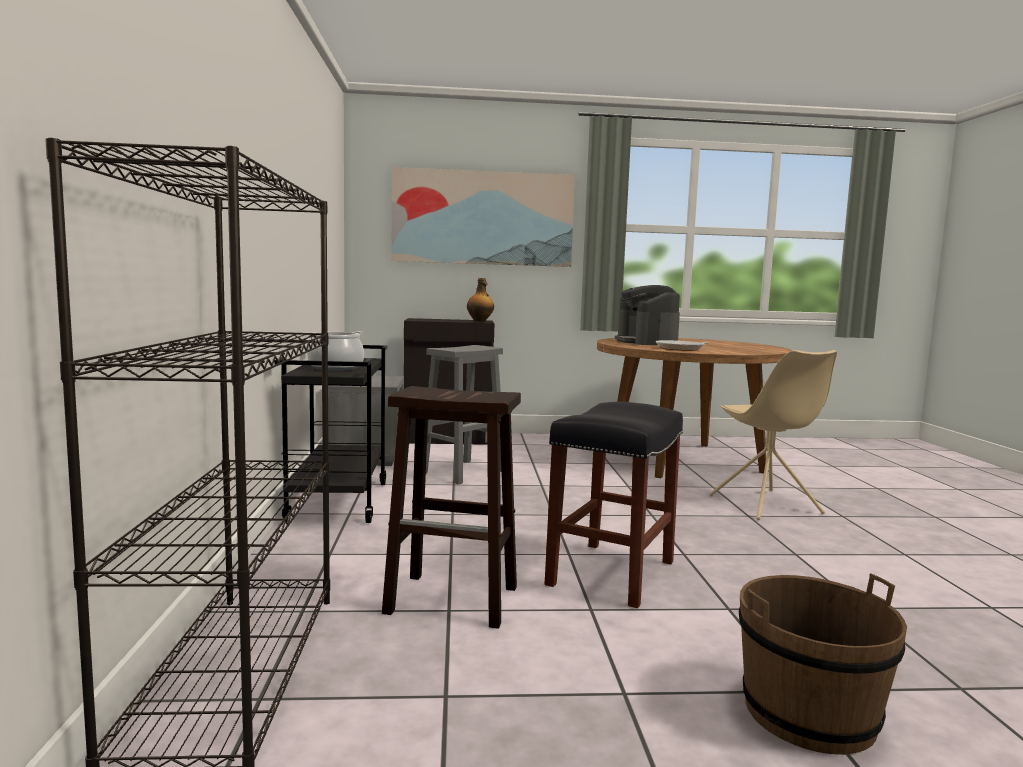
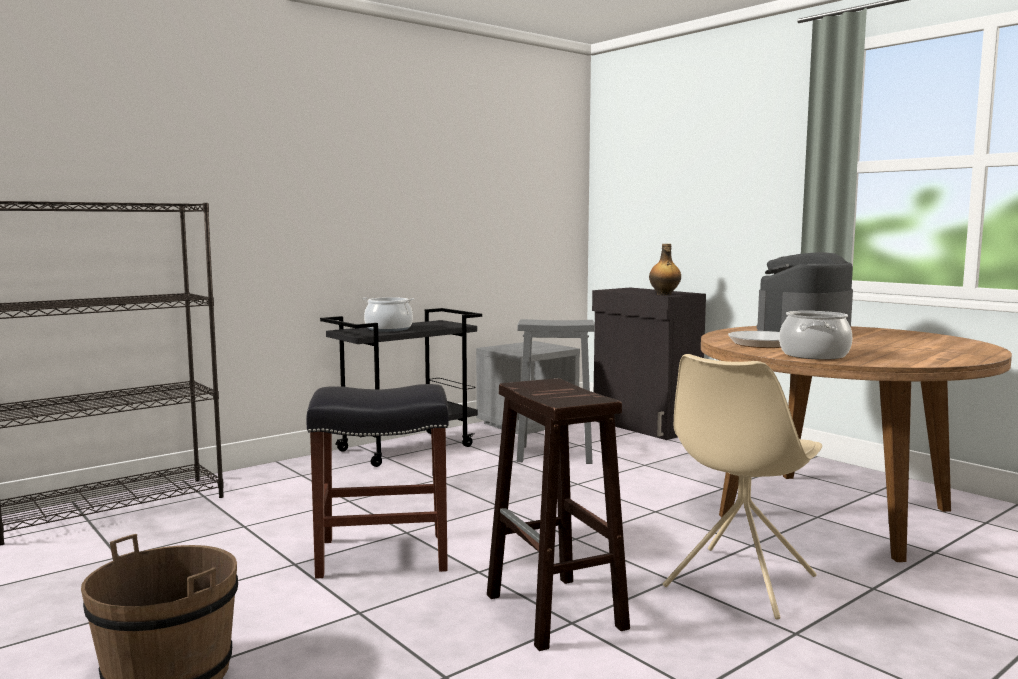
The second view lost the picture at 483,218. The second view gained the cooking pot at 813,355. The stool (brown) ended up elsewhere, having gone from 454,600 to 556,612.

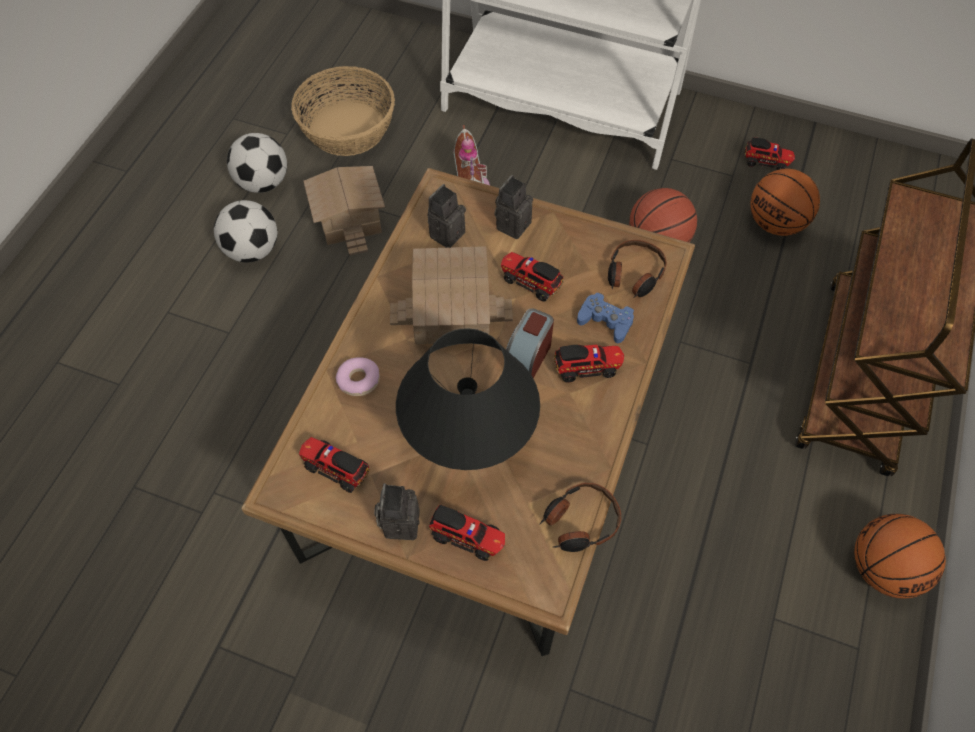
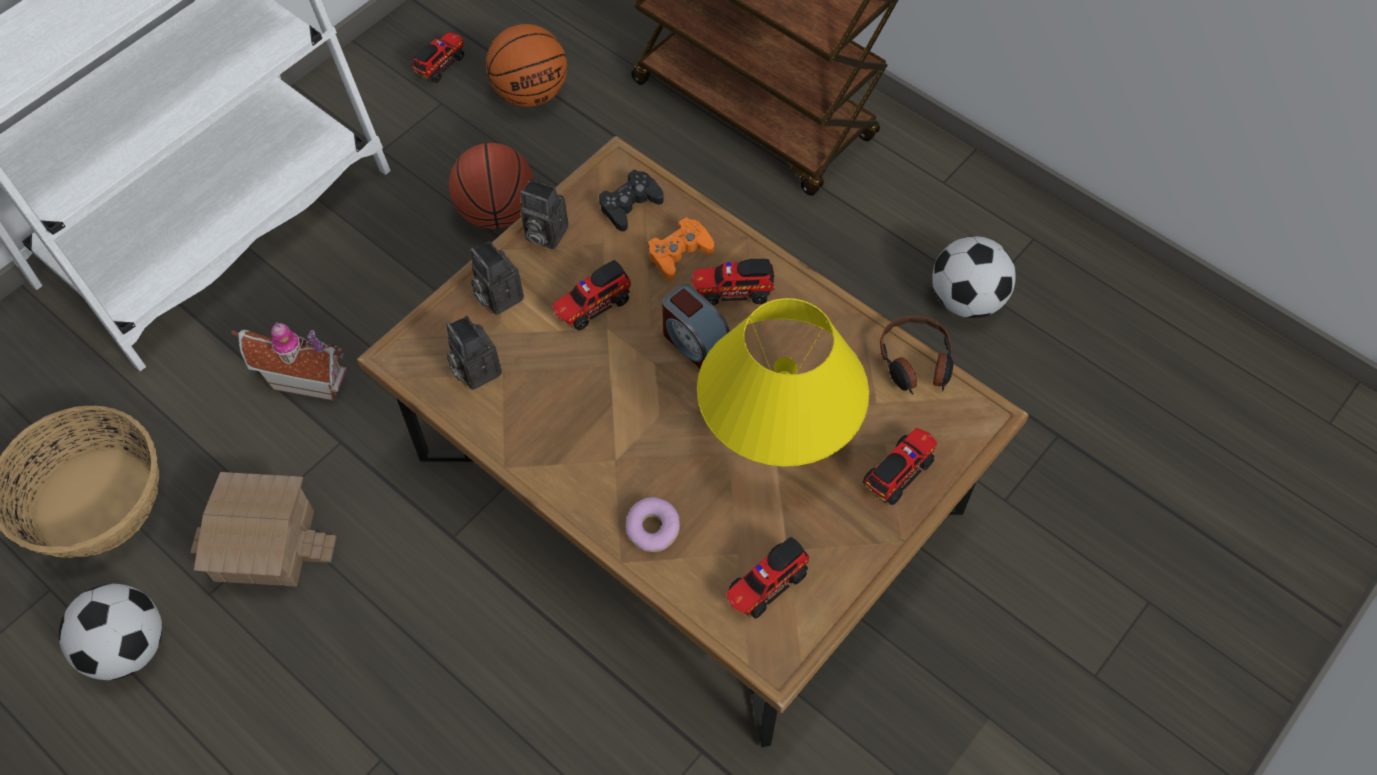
The second view lost the toy house at 451,311. The second view lost the basketball at 883,568. The football ended up elsewhere, having gone from 252,250 to 966,300. The photo camera ended up elsewhere, having gone from 399,522 to 543,234. Where the headphones stood at 634,275, the game controller (black) came to stand at 630,205. What was the table lamp (black) at 469,438 turned into the table lamp (yellow) at 777,434. What was the game controller (blue) at 605,321 turned into the game controller (orange) at 679,253. The toy truck at 587,367 ended up facing another way, 105 degrees counterclockwise from before.

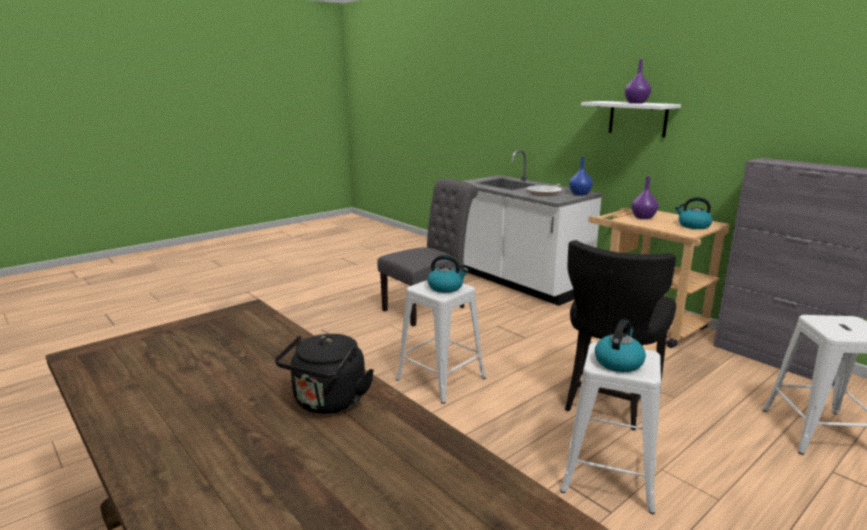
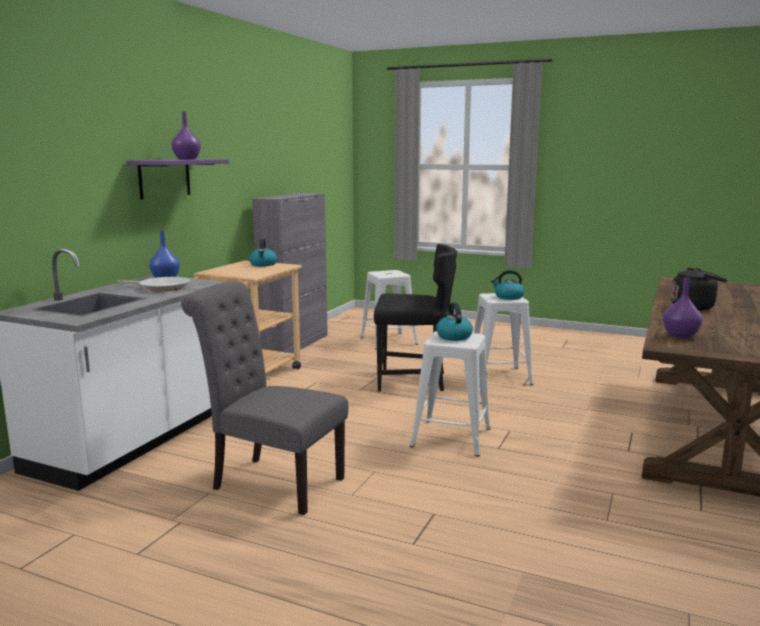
The vase (purple) ended up elsewhere, having gone from 643,217 to 680,335. What was the shelf (white) at 637,118 turned into the shelf (purple) at 164,178.

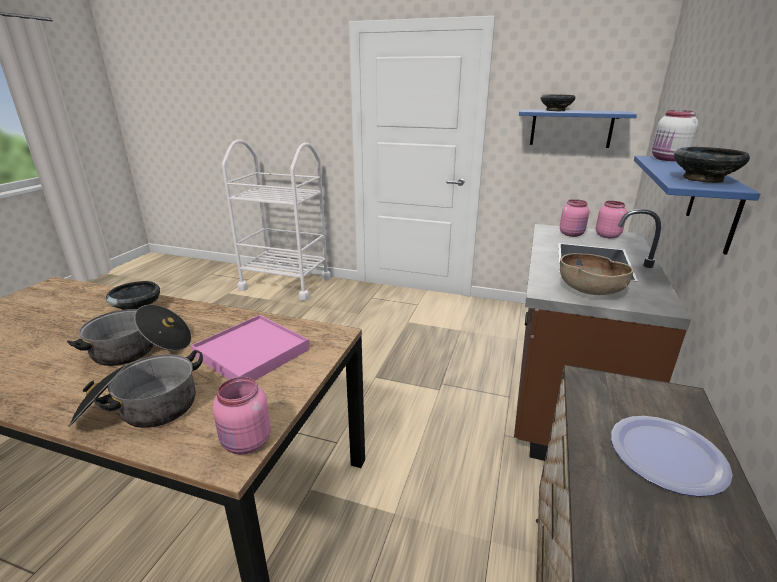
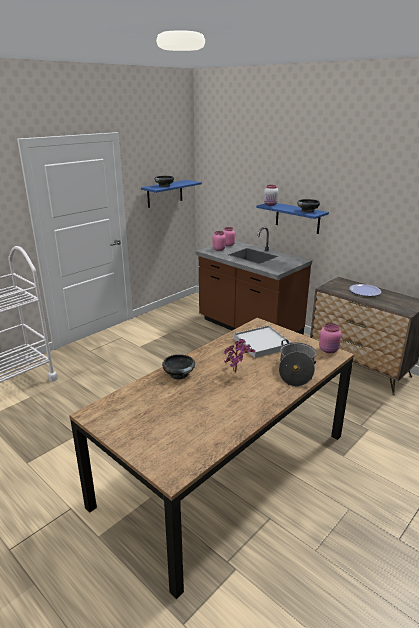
The second view lost the bowl (brown) at 589,291. Where the cooking pot stood at 140,350, the potted plant came to stand at 237,372. What was the tray (pink) at 252,352 turned into the tray (white) at 262,343.

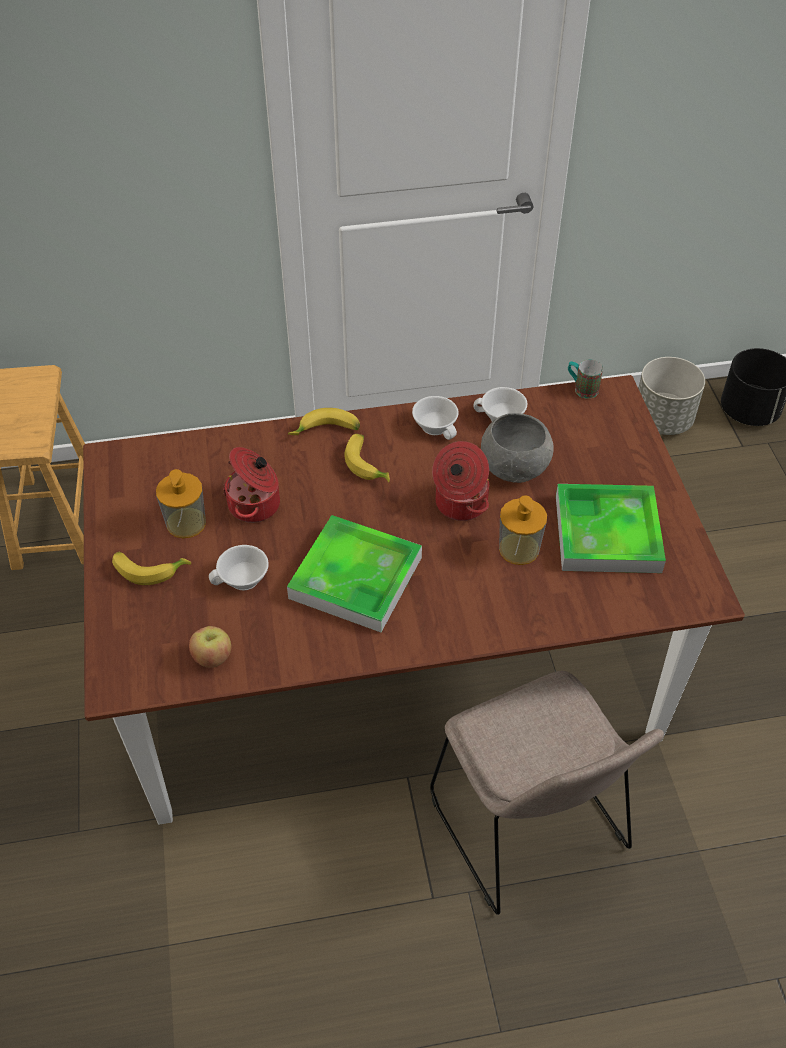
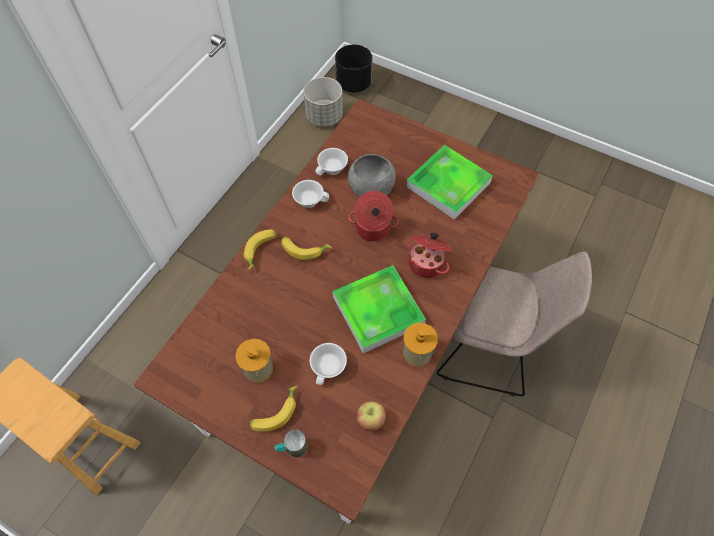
The cooking pot ended up elsewhere, having gone from 256,505 to 427,263. The soap dispenser ended up elsewhere, having gone from 519,549 to 417,353. The mug ended up elsewhere, having gone from 581,388 to 292,448.

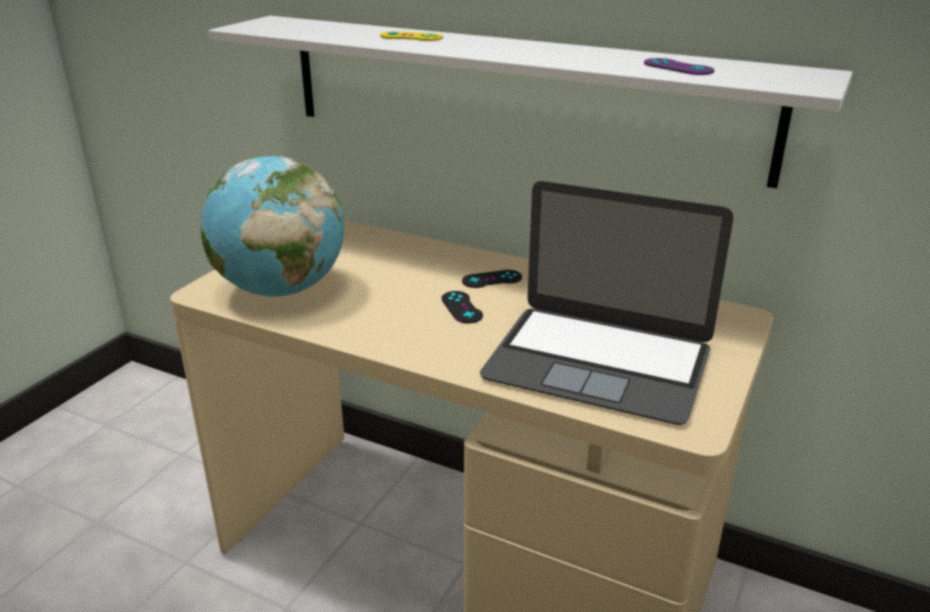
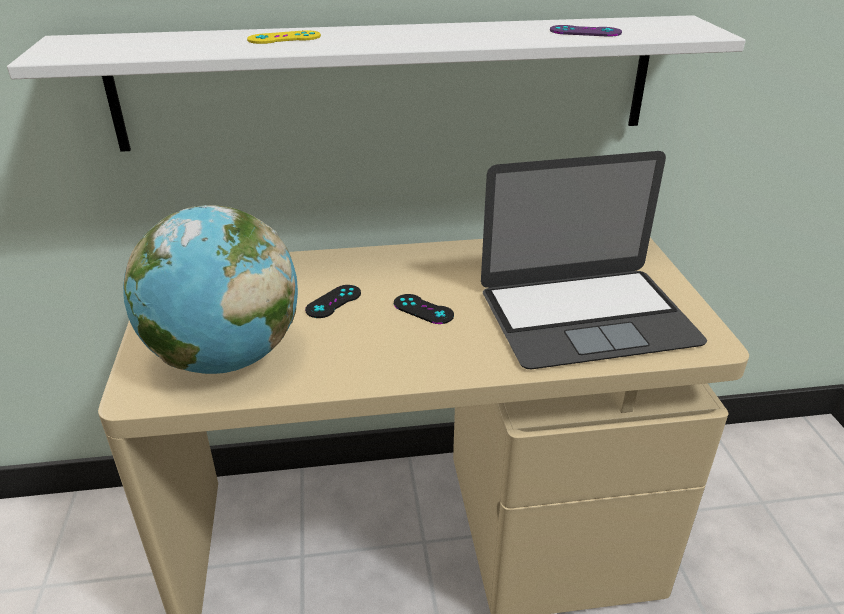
The game controller (black) ended up elsewhere, having gone from 492,279 to 333,301.

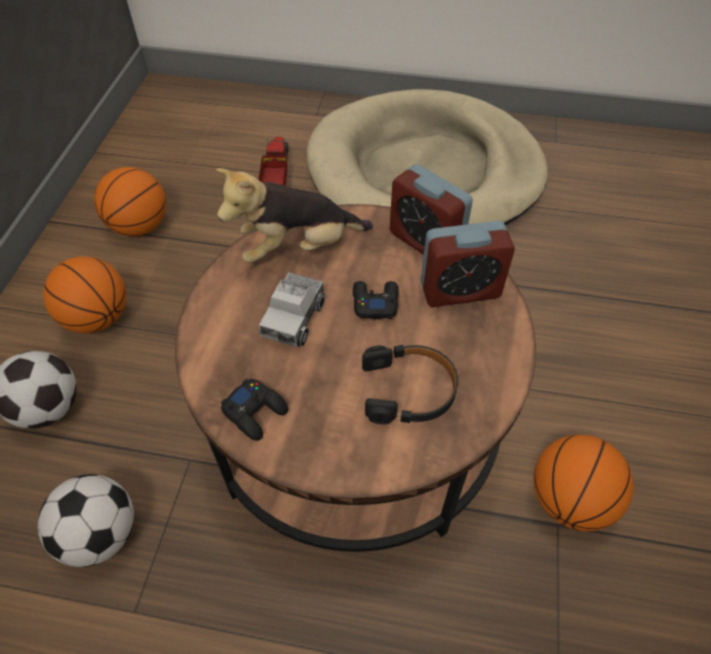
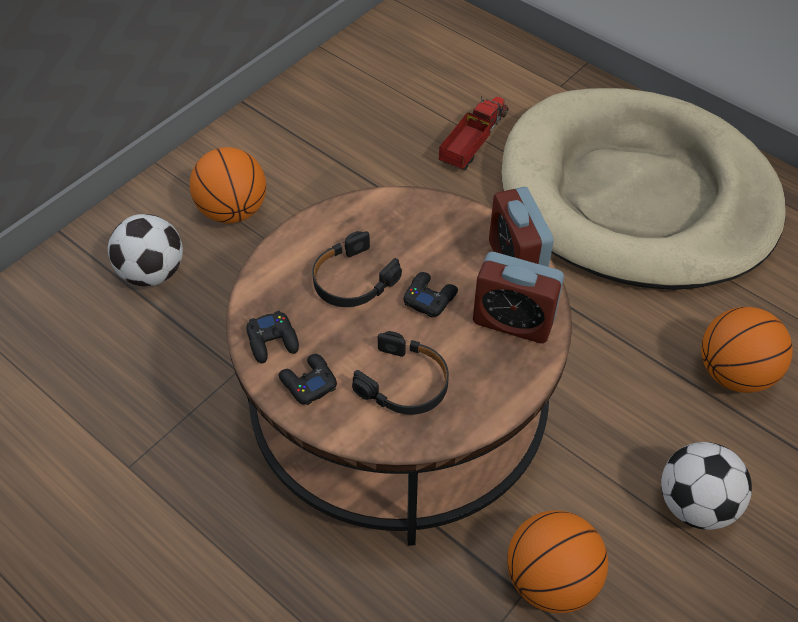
The second view lost the plush toy at 298,248. The second view gained the game controller (black) at 308,382. The football ended up elsewhere, having gone from 101,534 to 695,504. The basketball ended up elsewhere, having gone from 140,226 to 734,373. Where the toy truck stood at 294,318, the headphones (black) came to stand at 352,280.

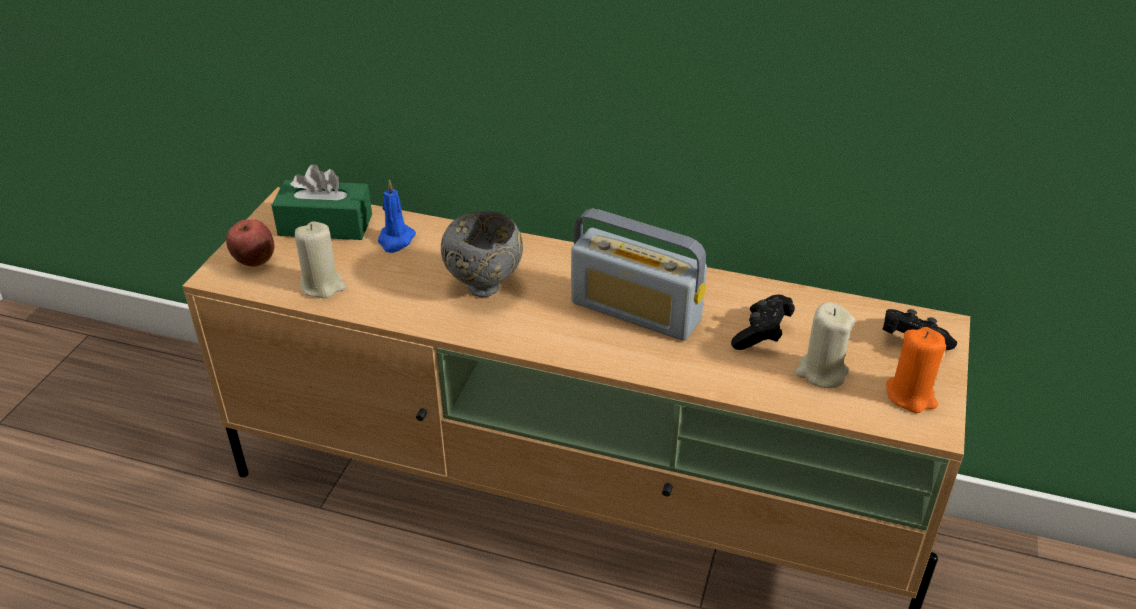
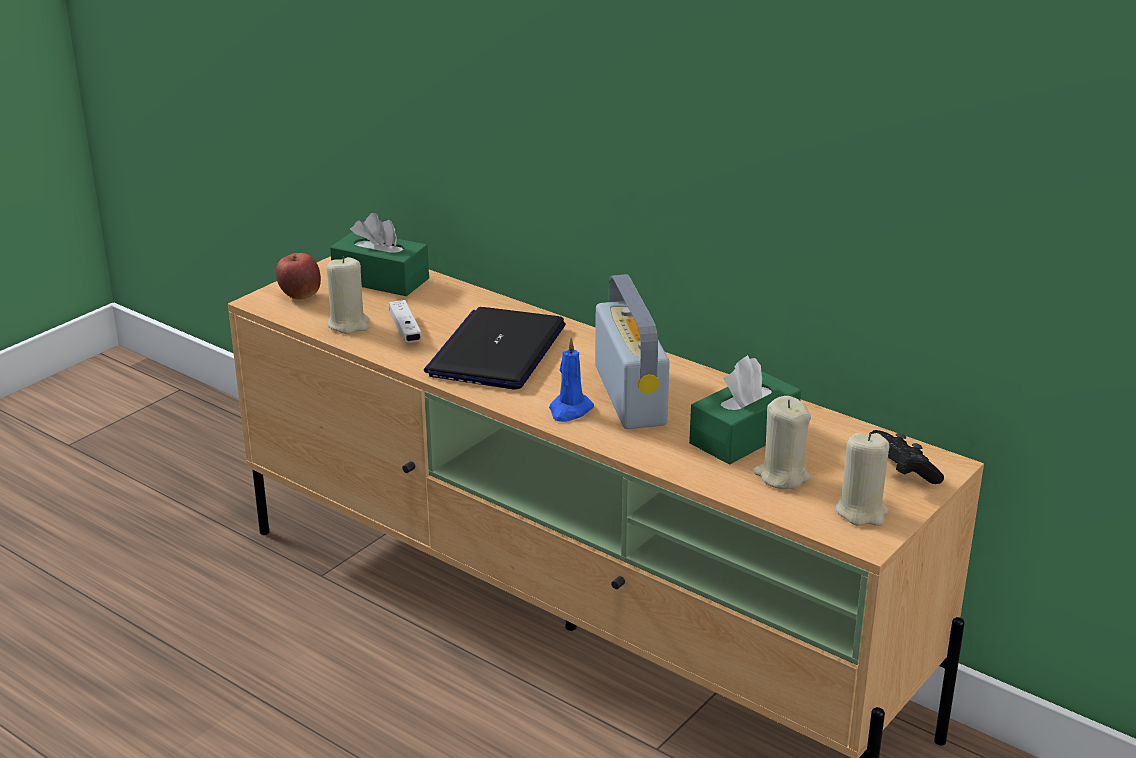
The second view gained the game controller (white) at 405,330. The candle (blue) ended up elsewhere, having gone from 396,240 to 569,410. Where the bowl (grey) stood at 485,286, the laptop came to stand at 497,351. Where the game controller (black) stood at 762,334, the tissue box (green) came to stand at 744,436. What was the candle (orange) at 911,395 turned into the candle (beige) at 861,511. The radio at 635,311 ended up facing another way, 150 degrees counterclockwise from before.

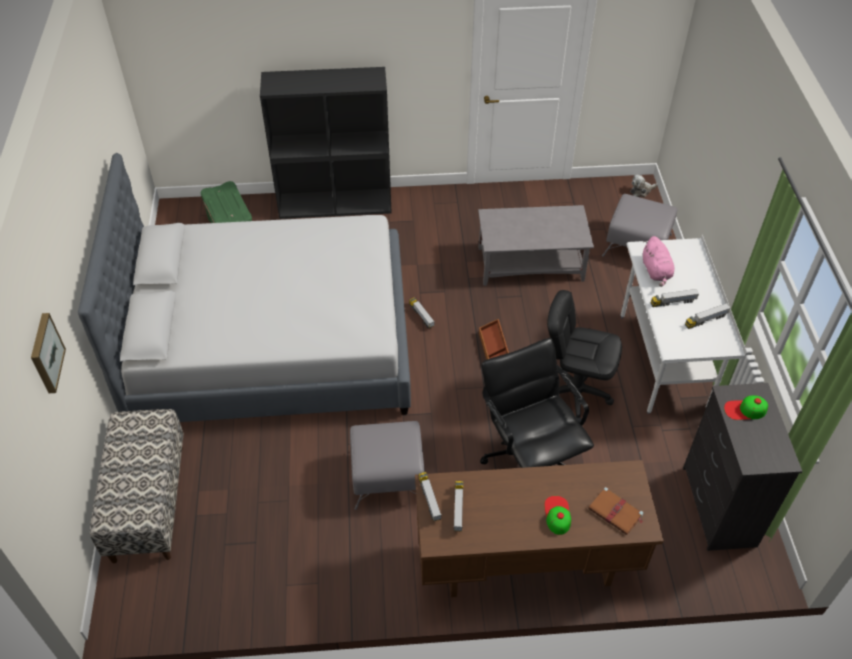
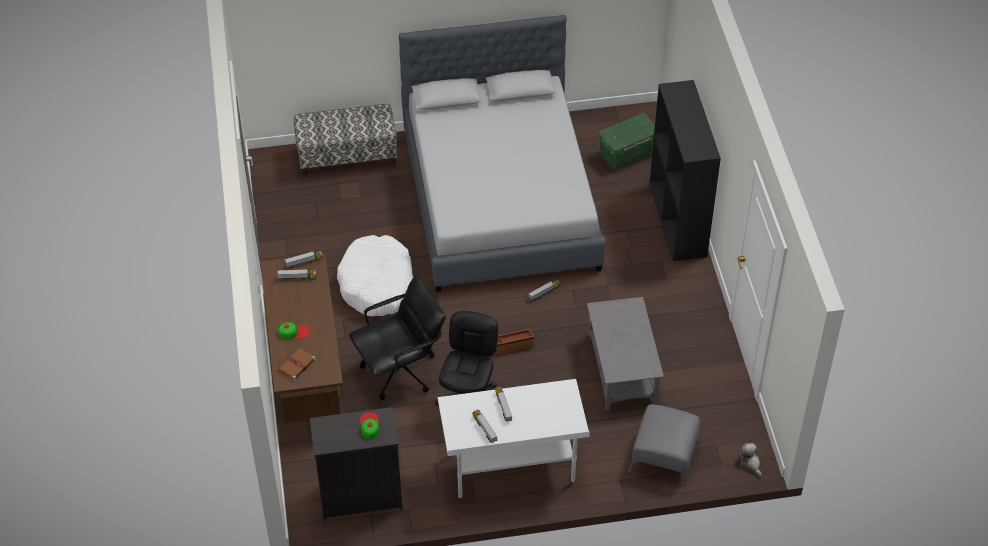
The second view lost the picture at 45,353. The second view lost the plush toy (pink) at 656,271. Where the ottoman (grey) stood at 387,475, the dog bed (white) came to stand at 377,284.

